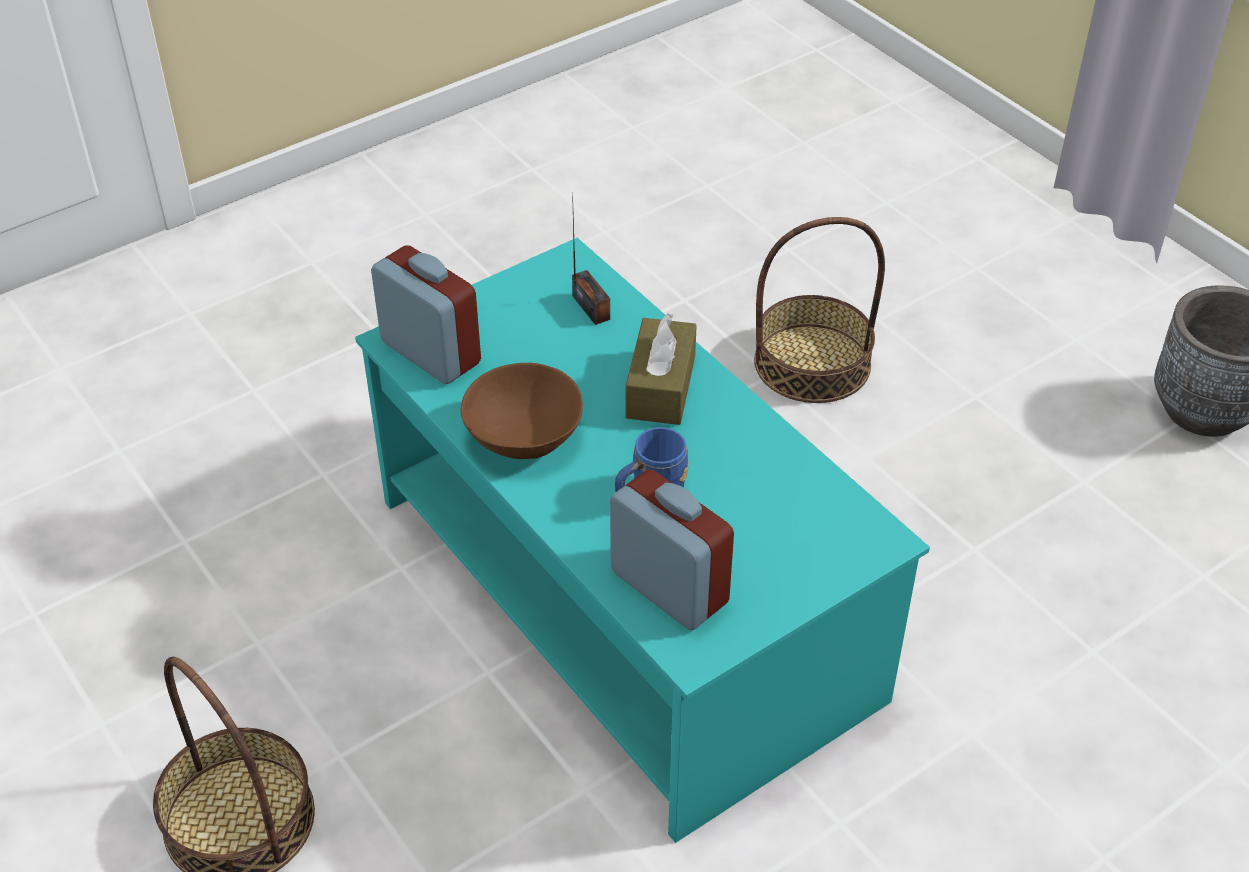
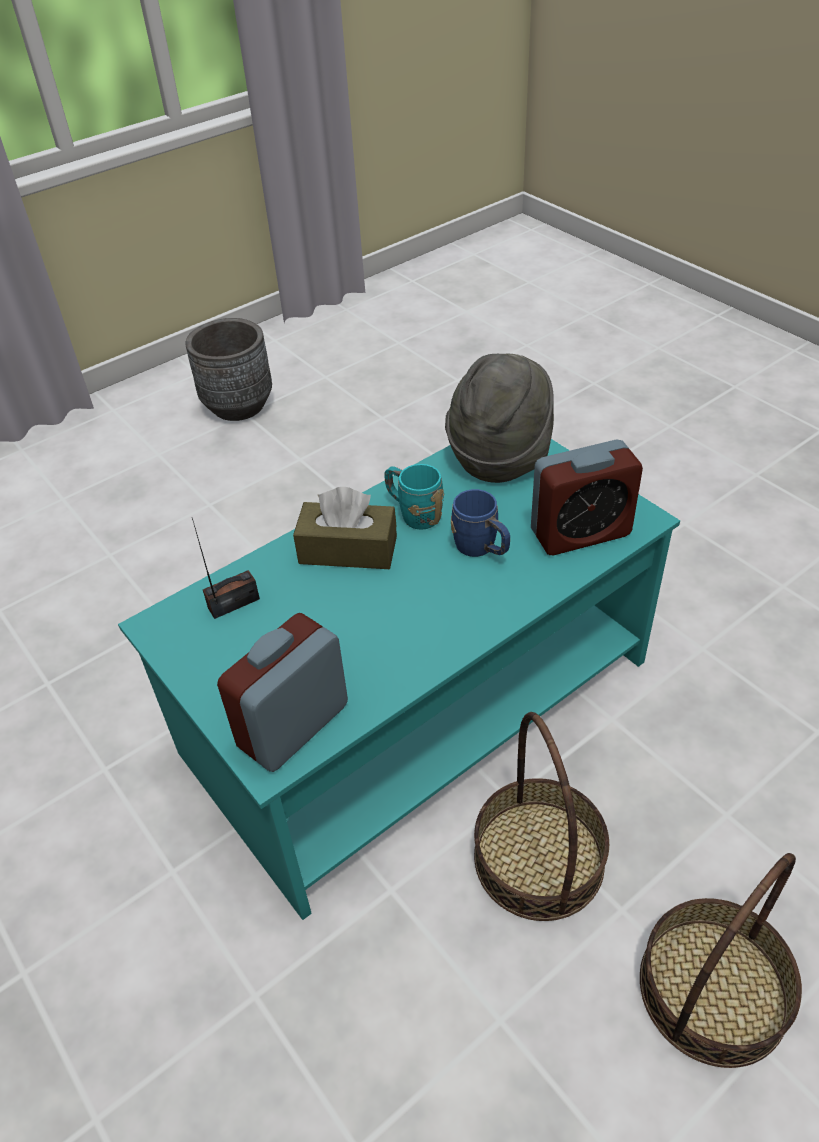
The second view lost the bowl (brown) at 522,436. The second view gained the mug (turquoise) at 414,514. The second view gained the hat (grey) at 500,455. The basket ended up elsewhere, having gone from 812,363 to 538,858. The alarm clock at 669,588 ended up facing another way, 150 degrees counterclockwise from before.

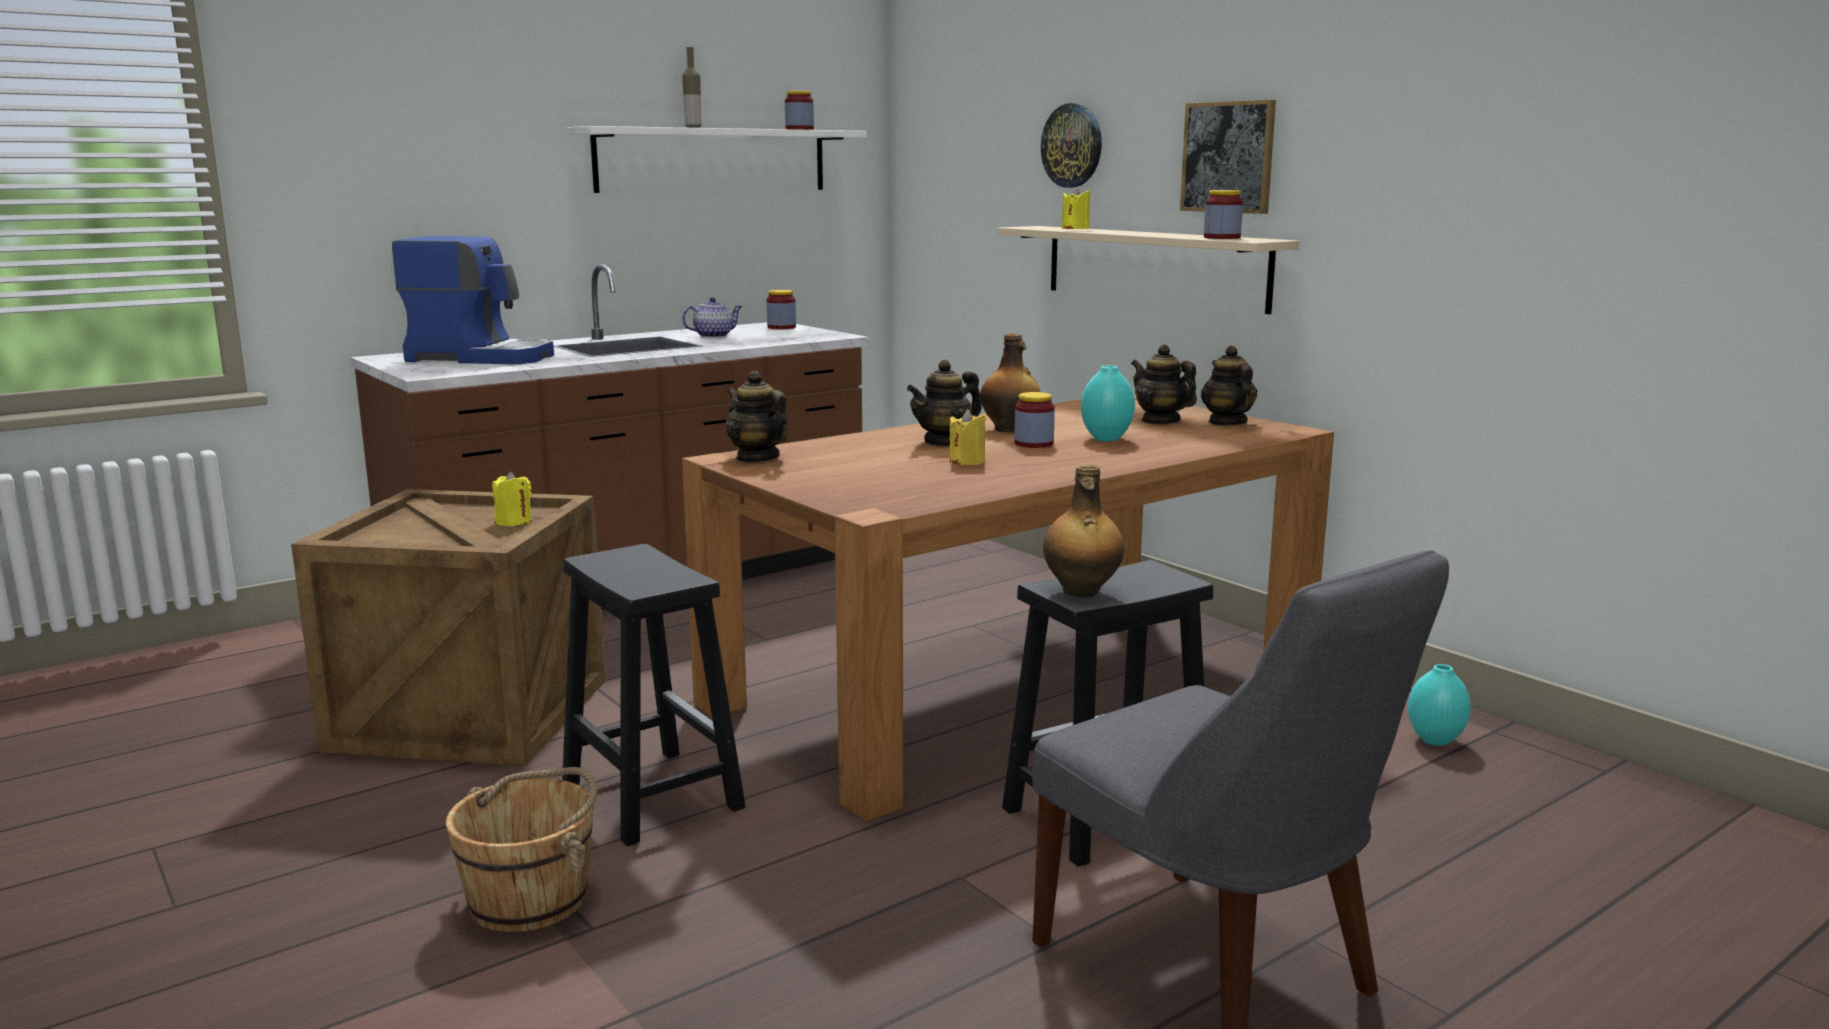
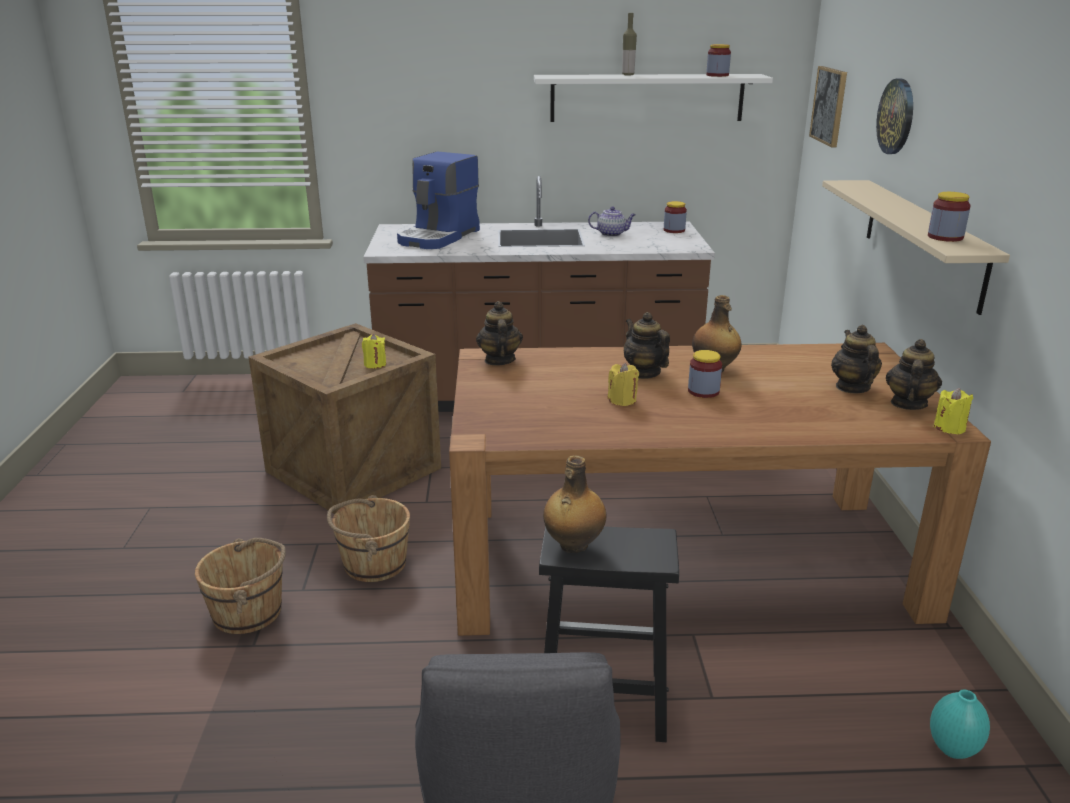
The second view lost the vase (turquoise) at 1107,439. The candle (yellow) ended up elsewhere, having gone from 1075,229 to 949,428. The picture ended up elsewhere, having gone from 1228,157 to 829,105. Where the stool (black) stood at 649,794, the bucket (brown) came to stand at 373,564. The coffee machine at 481,357 ended up facing another way, 75 degrees clockwise from before. The teapot at 945,442 ended up facing another way, 60 degrees clockwise from before.

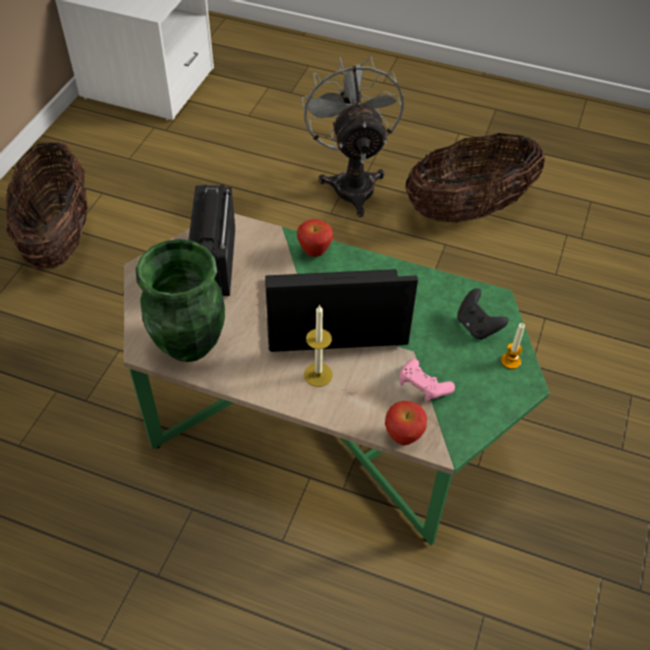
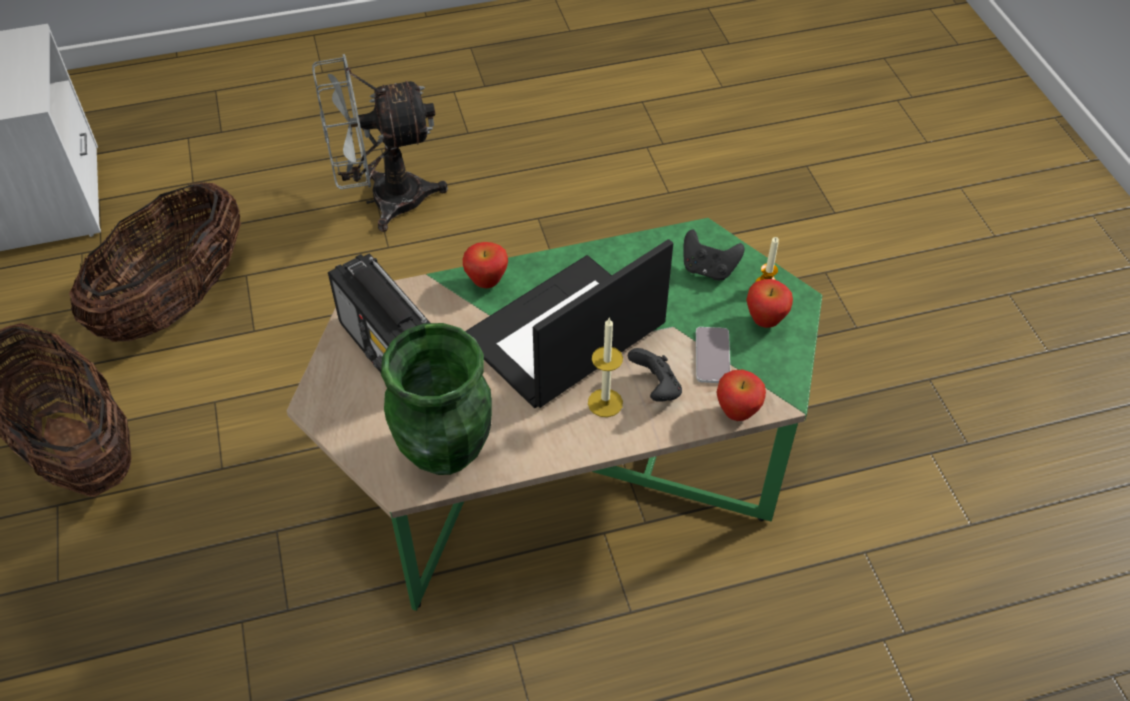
The second view gained the game controller (black) at 656,388. The second view gained the apple at 765,321. The basket ended up elsewhere, having gone from 468,210 to 176,302. Where the game controller (pink) stood at 423,387, the phone came to stand at 712,356. The fan (grey) at 352,182 ended up facing another way, 60 degrees counterclockwise from before.

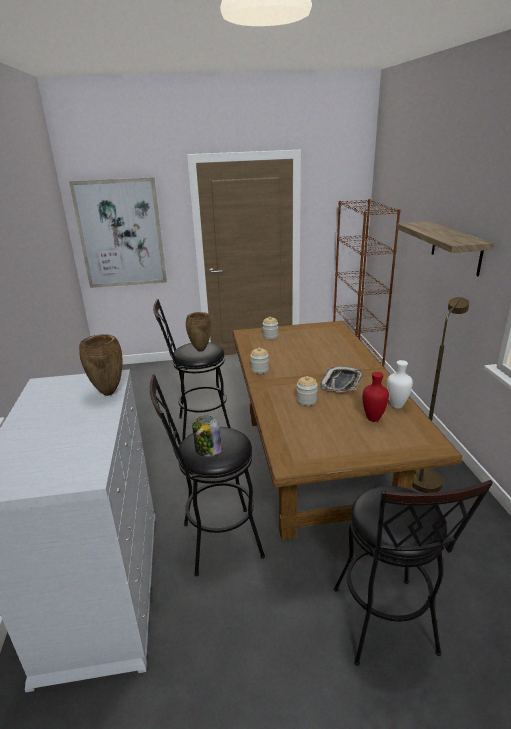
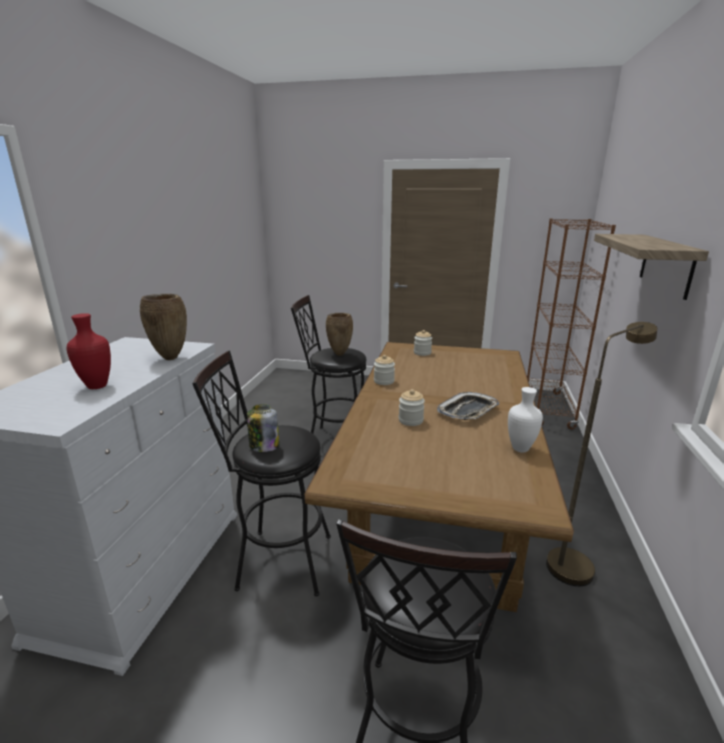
The second view lost the picture at 121,234. The vase (red) ended up elsewhere, having gone from 374,419 to 97,386.

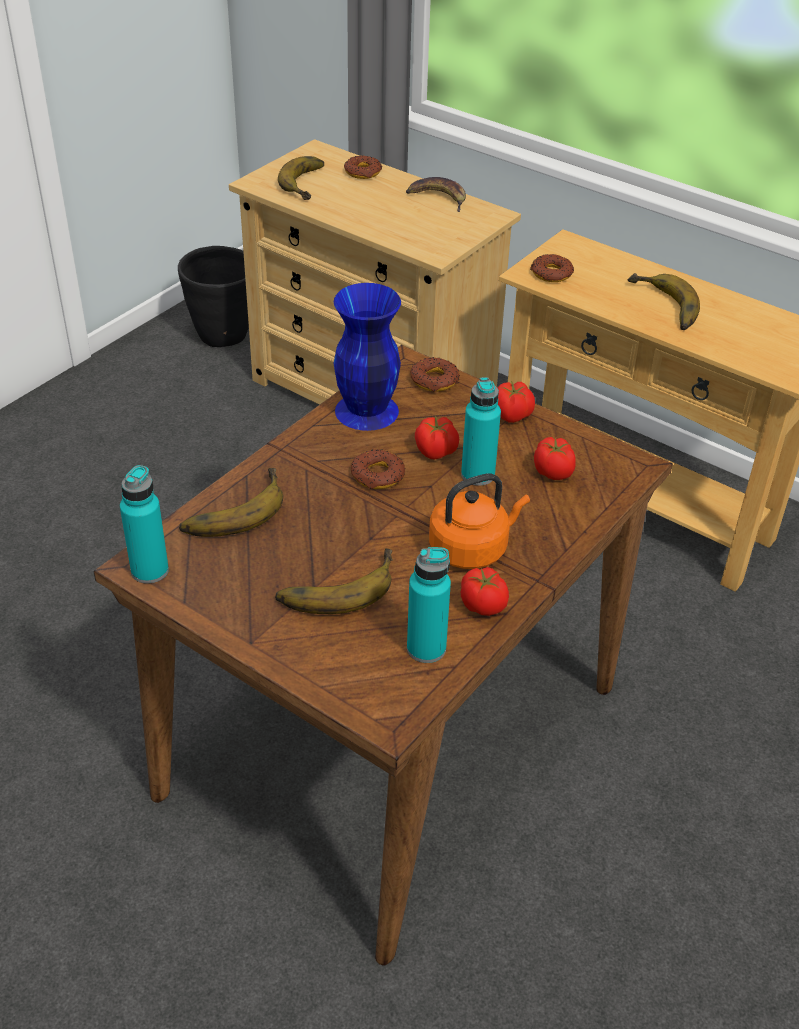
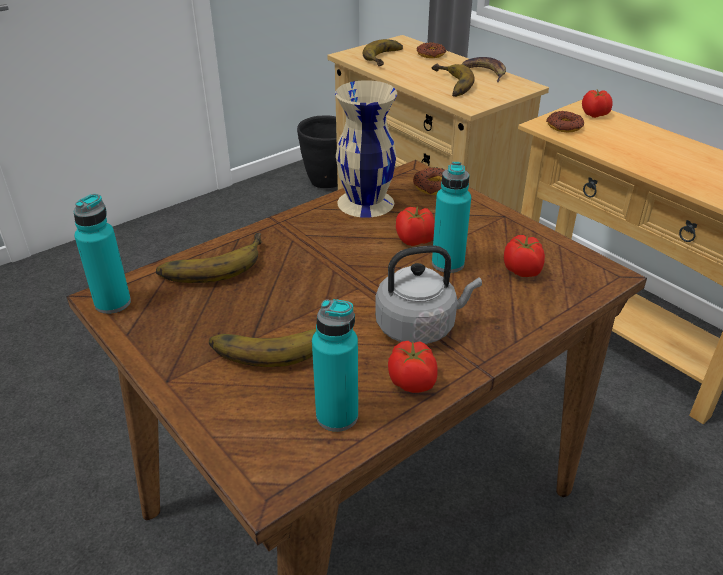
The second view lost the donut at 378,475. The tomato ended up elsewhere, having gone from 512,415 to 595,115. The banana ended up elsewhere, having gone from 661,307 to 448,85. What was the vase (blue) at 365,411 turned into the vase (beige) at 364,202. What was the kettle (orange) at 472,549 turned into the kettle (grey) at 419,327.

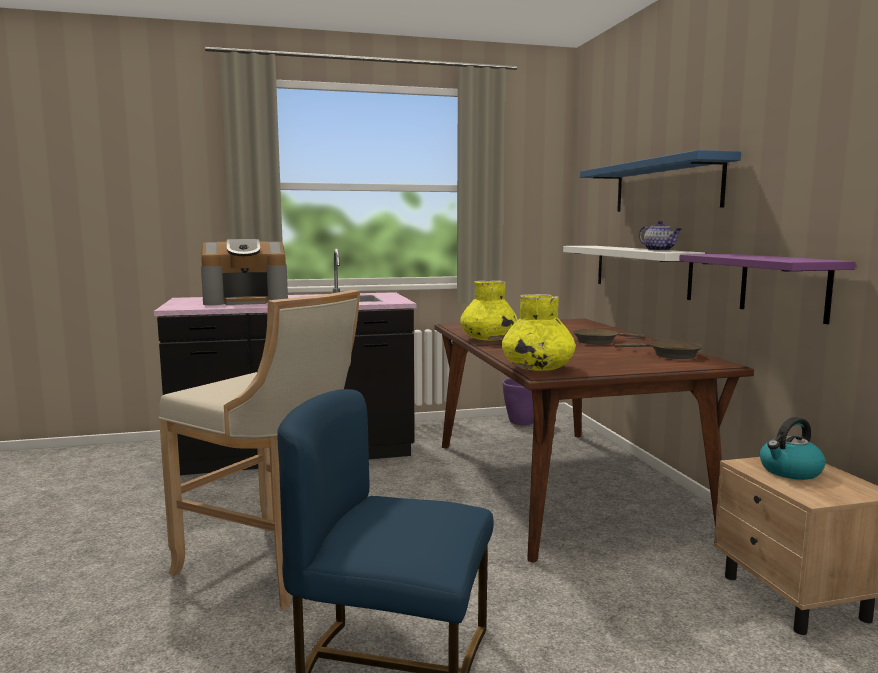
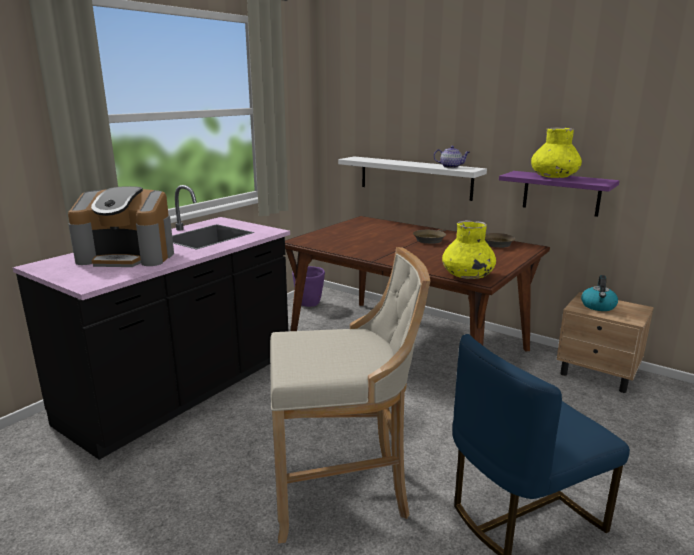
The second view lost the shelf (blue) at 665,186. The vase (yellow) ended up elsewhere, having gone from 488,339 to 553,177. The coffee machine at 246,301 ended up facing another way, 60 degrees clockwise from before.

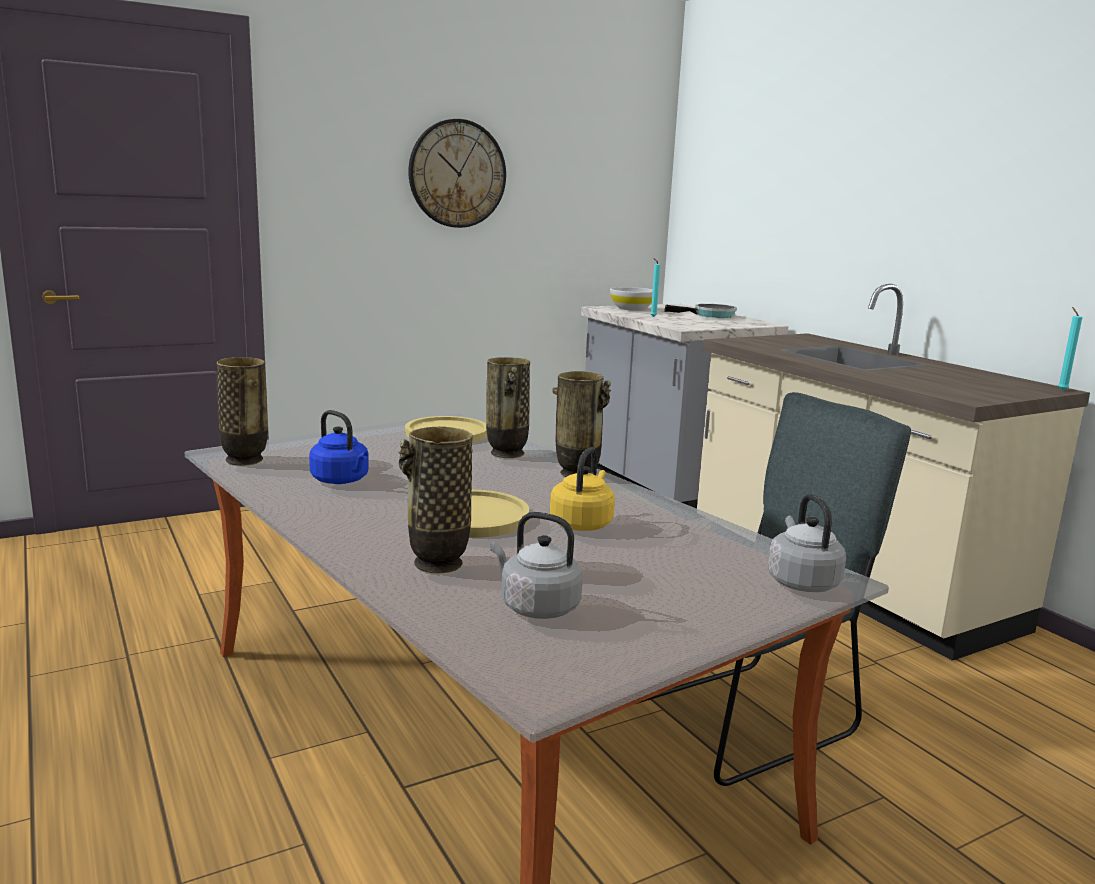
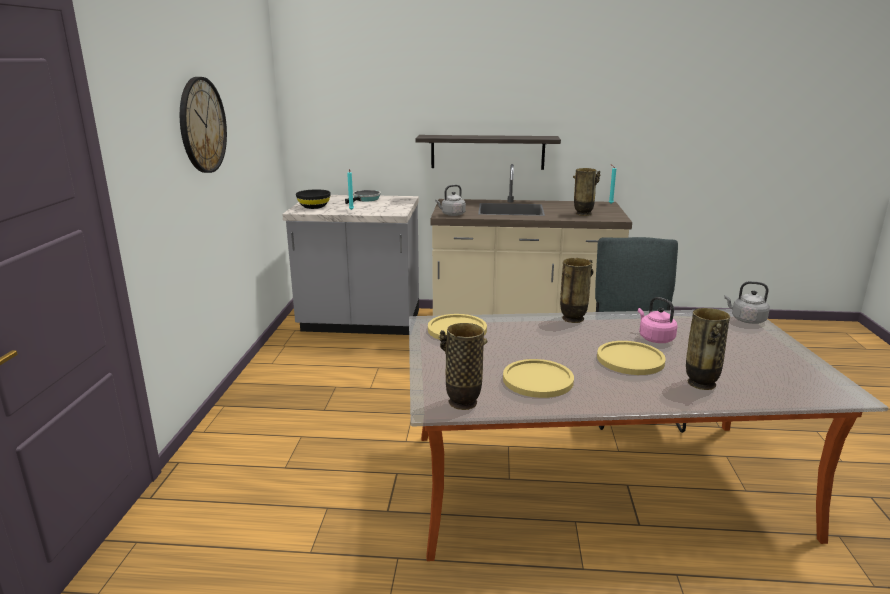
The second view gained the shelf at 487,152. The vase ended up elsewhere, having gone from 506,454 to 583,214. The kettle (grey) ended up elsewhere, having gone from 536,607 to 452,214. Where the kettle (blue) stood at 342,480, the plate (yellow) came to stand at 537,380. What was the kettle (yellow) at 582,523 turned into the kettle (pink) at 654,338. What was the bowl (white) at 631,309 turned into the bowl (black) at 314,207.

